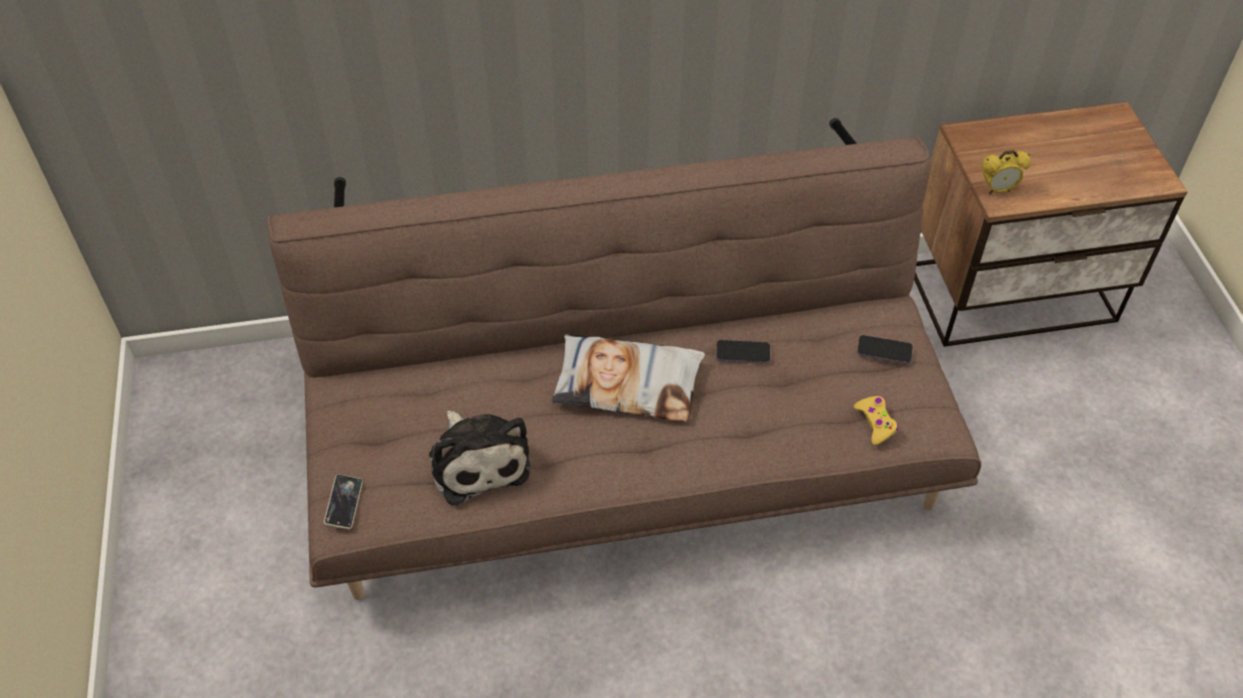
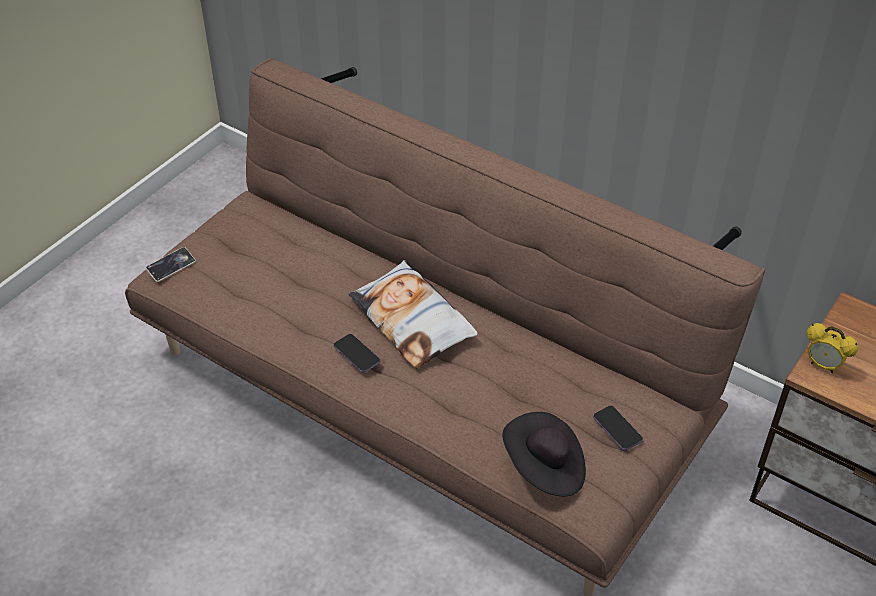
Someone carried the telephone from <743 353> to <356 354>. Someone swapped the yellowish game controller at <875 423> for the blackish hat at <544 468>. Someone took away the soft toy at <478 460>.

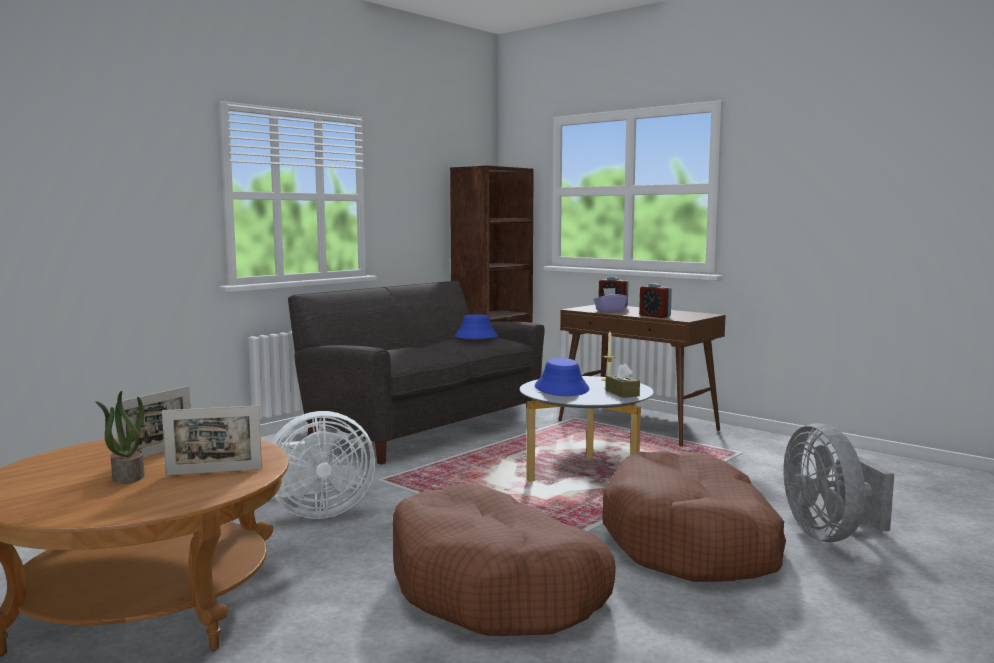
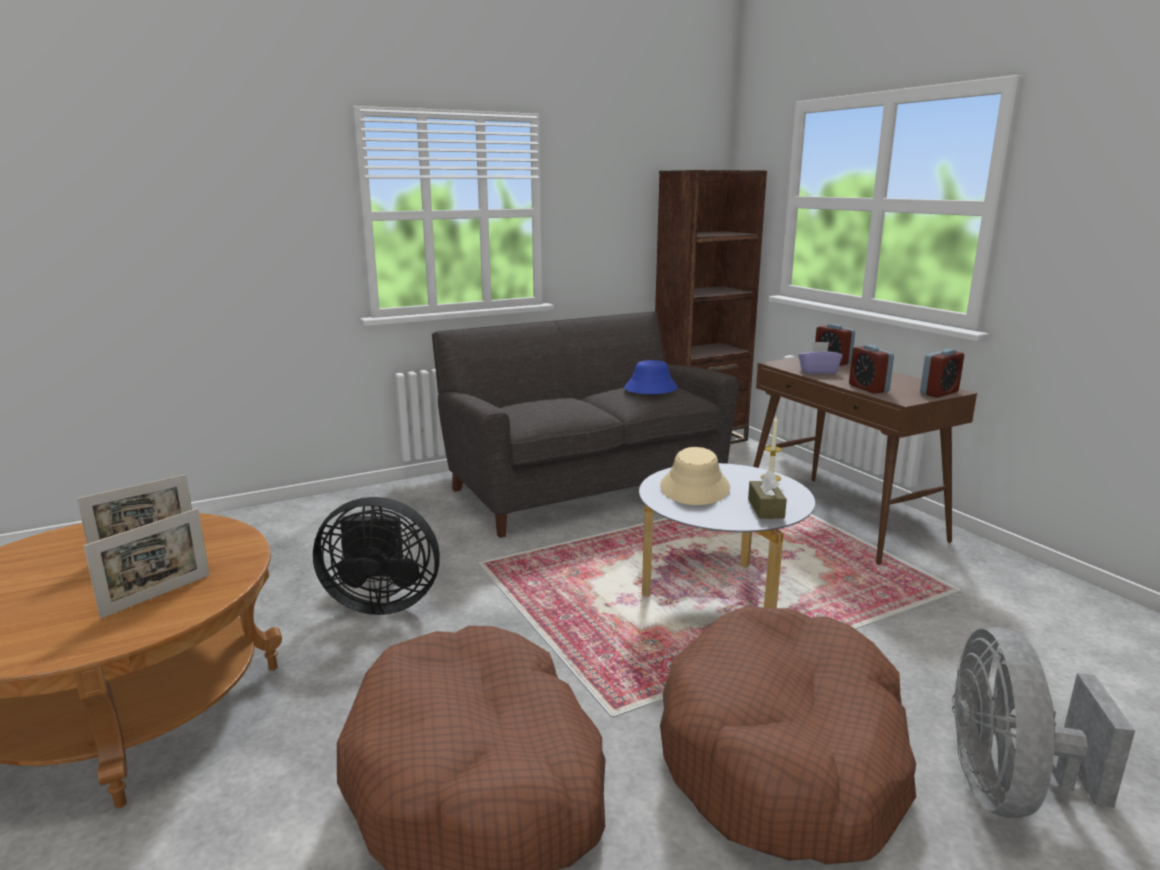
Someone repainted the blue-coloured hat at <562 388>, which became the beige hat at <695 488>. Someone took away the houseplant at <127 476>. Someone rotated the photo frame at <214 472> by 60 degrees counterclockwise. Someone repainted the whitish electric fan at <316 512>, which became the blackish electric fan at <381 602>. Someone put down the table clock at <939 393>.

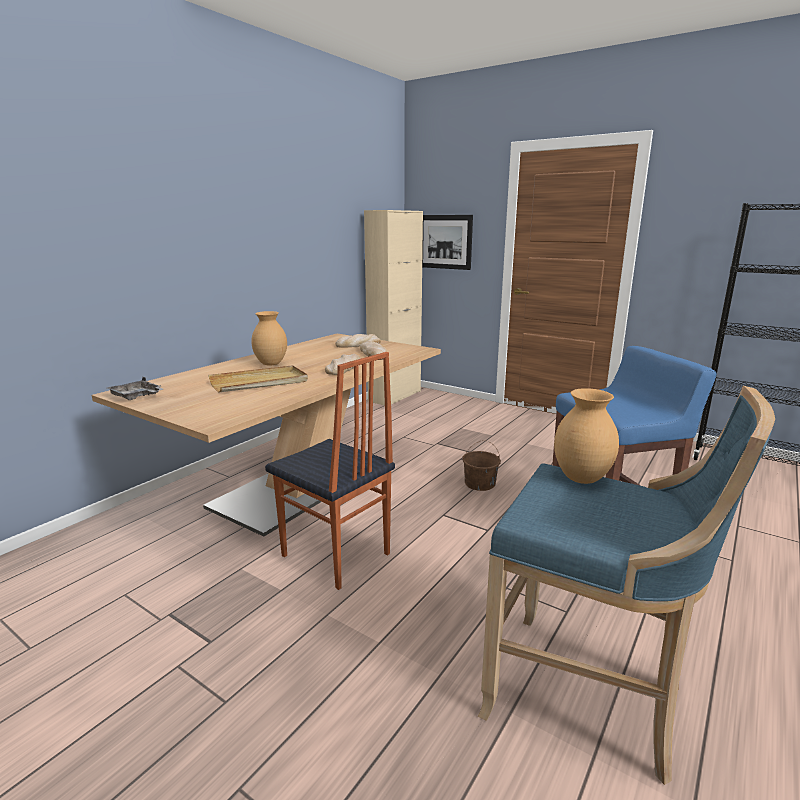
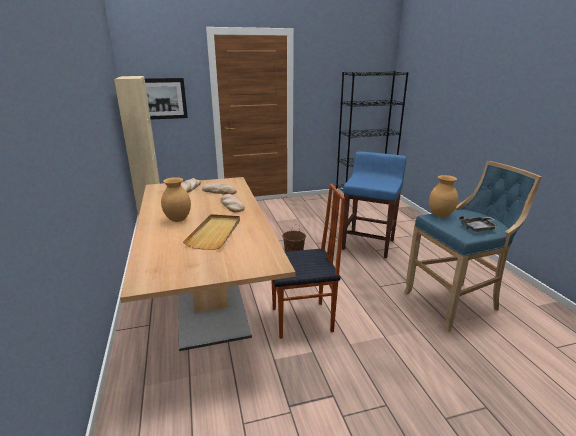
Someone carried the greyish carrying tray from <137 396> to <478 228>.

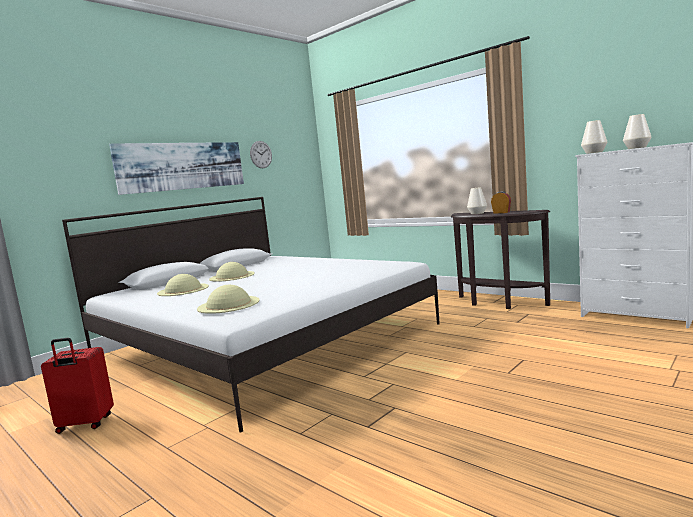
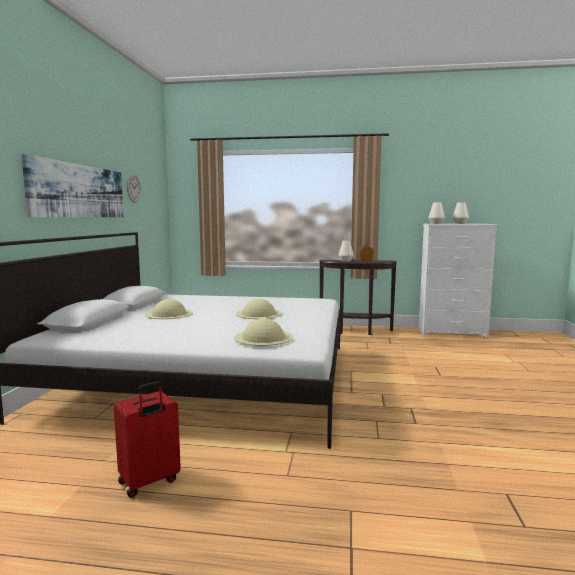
Someone carried the beige hat from <183 289> to <258 313>.

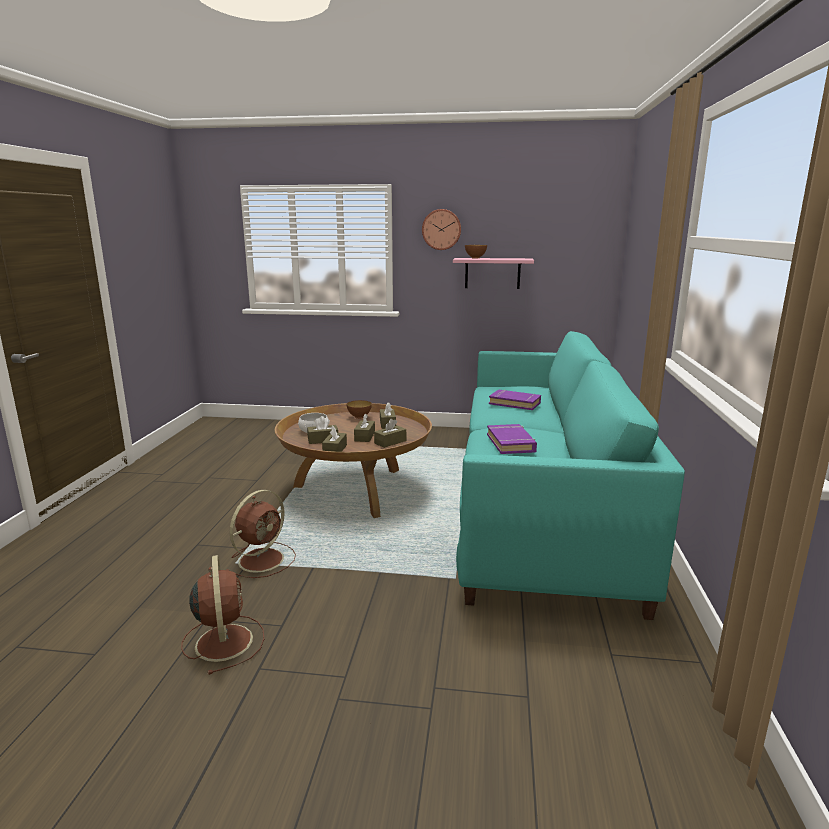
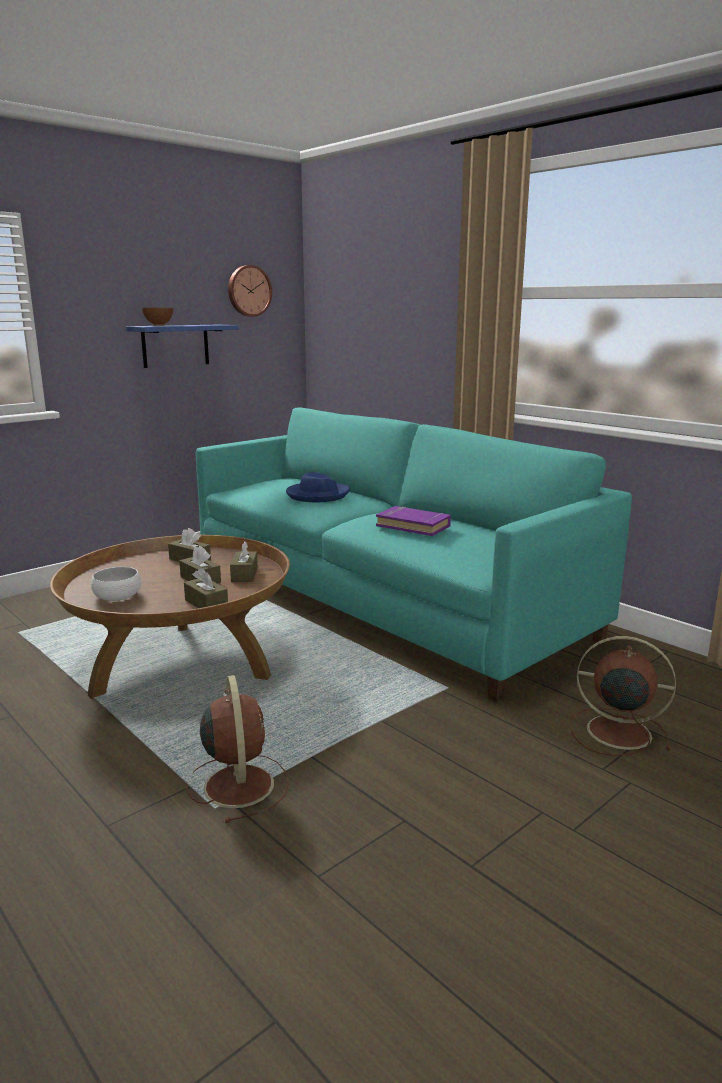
Someone carried the hanging clock from <441 229> to <248 291>. Someone repainted the pink wall shelf at <492 273>, which became the blue-coloured wall shelf at <175 345>. Someone swapped the purple volume at <515 403> for the blue-coloured hat at <317 495>. Someone took away the deep dish at <359 417>. Someone took away the brown box of tissues at <323 440>. Someone carried the brown electric fan from <224 641> to <615 731>.

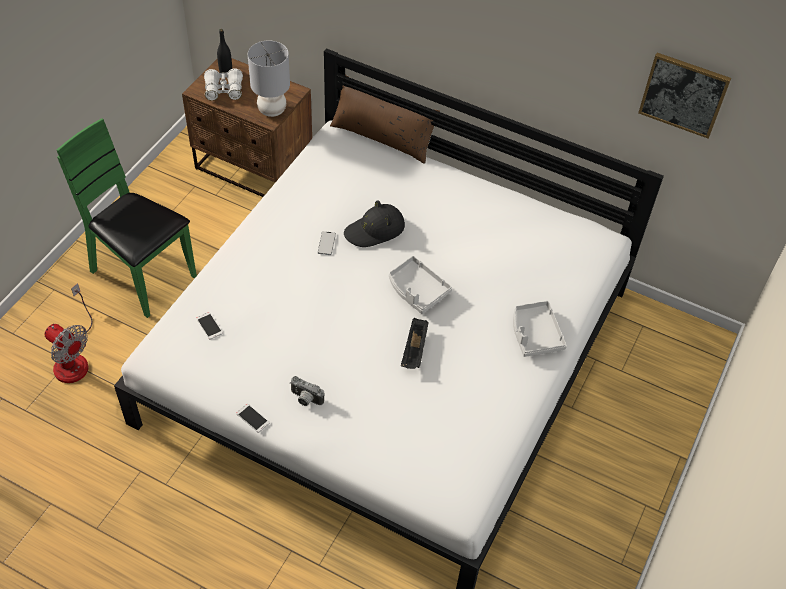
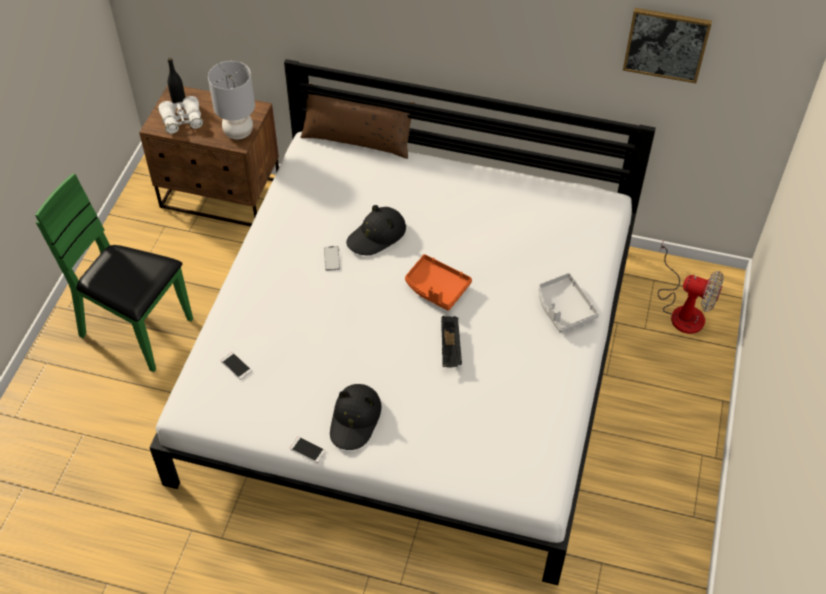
Someone repainted the greyish carrying tray at <417 290>, which became the orange-coloured carrying tray at <436 288>. Someone carried the electric fan from <73 357> to <682 310>. Someone swapped the still camera at <305 399> for the blackish hat at <355 420>.

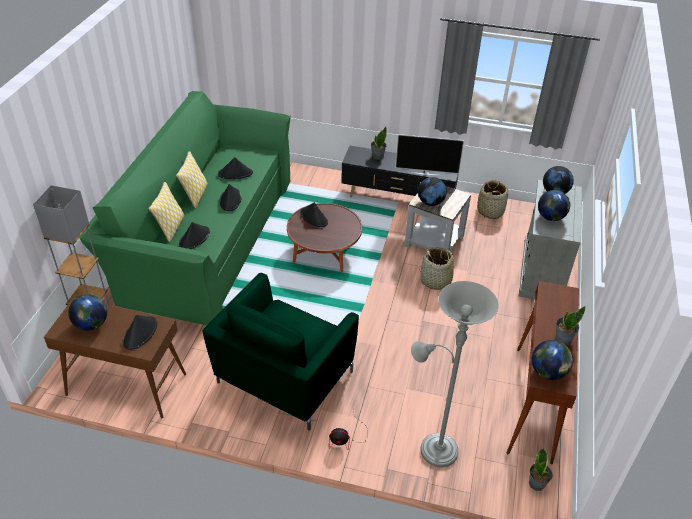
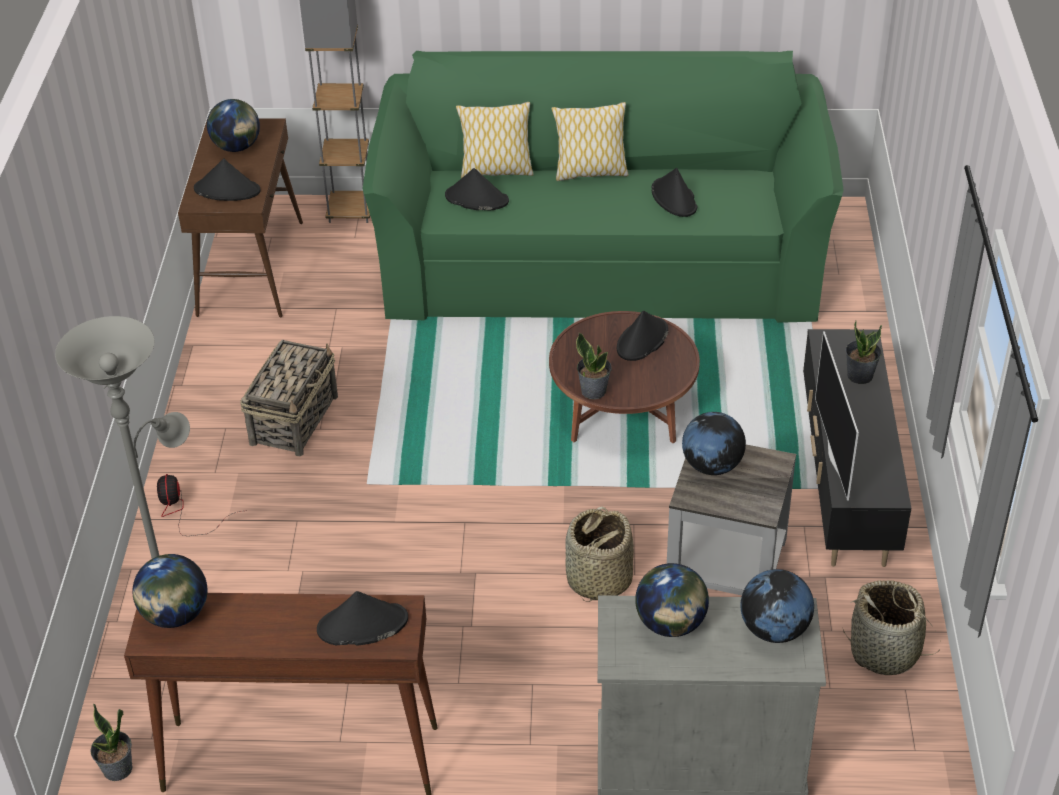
Someone carried the blackish hat from <230 200> to <362 625>. Someone swapped the greenish armchair at <283 378> for the household basket at <295 419>. Someone carried the houseplant from <563 339> to <593 390>.

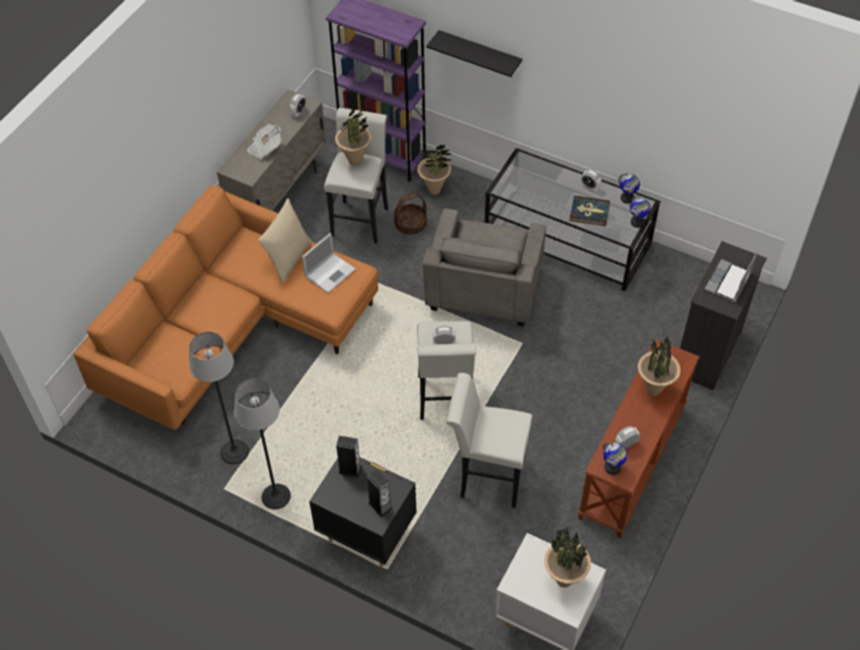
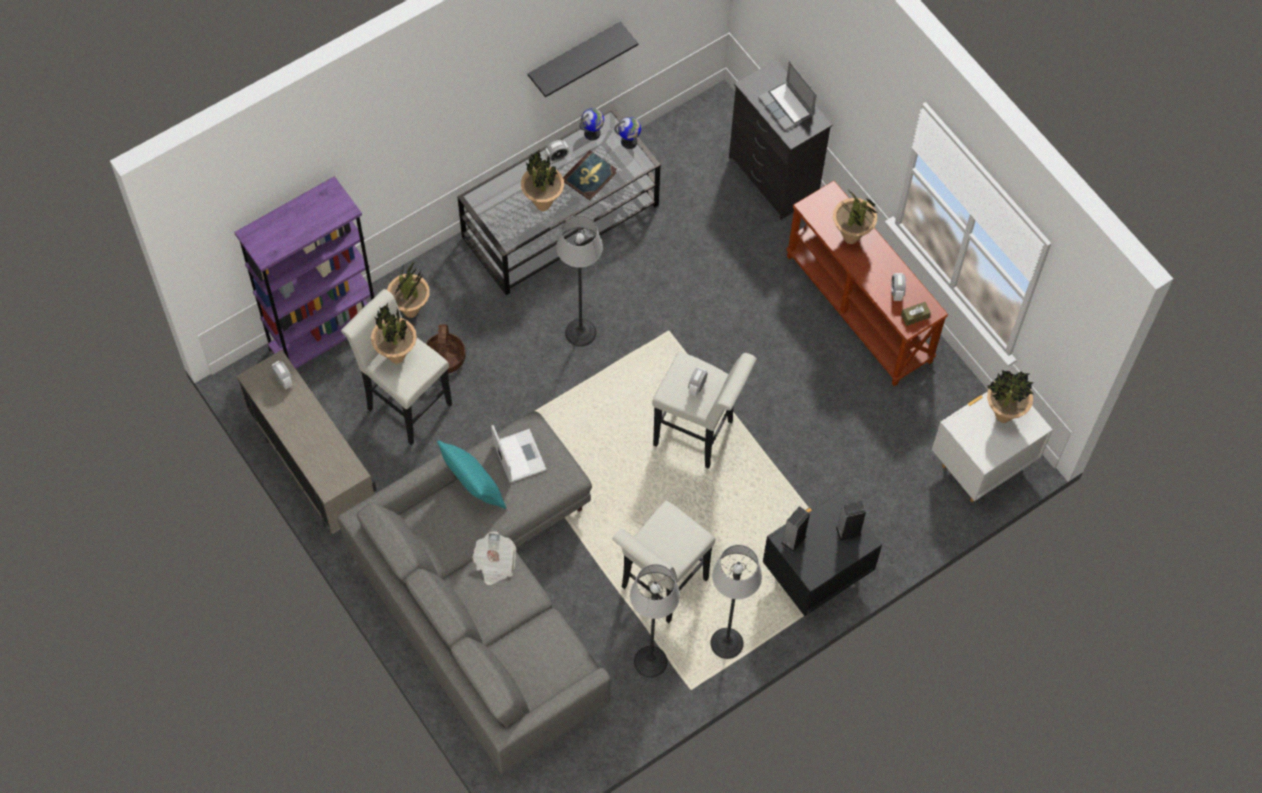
Someone carried the blackish wall shelf from <479 54> to <574 56>. Someone carried the daily paper from <265 148> to <494 563>. Someone repainted the orange-coloured sofa at <232 331>, which became the greyish sofa at <487 601>. Someone repainted the beige throw pillow at <288 259>, which became the blue-green throw pillow at <473 489>. Someone swapped the greyish armchair at <483 291> for the standard lamp at <580 332>. Someone carried the whitish sitting stool from <486 477> to <660 587>. Someone swapped the globe at <612 467> for the brown box of tissues at <915 316>. Someone put down the houseplant at <543 205>.

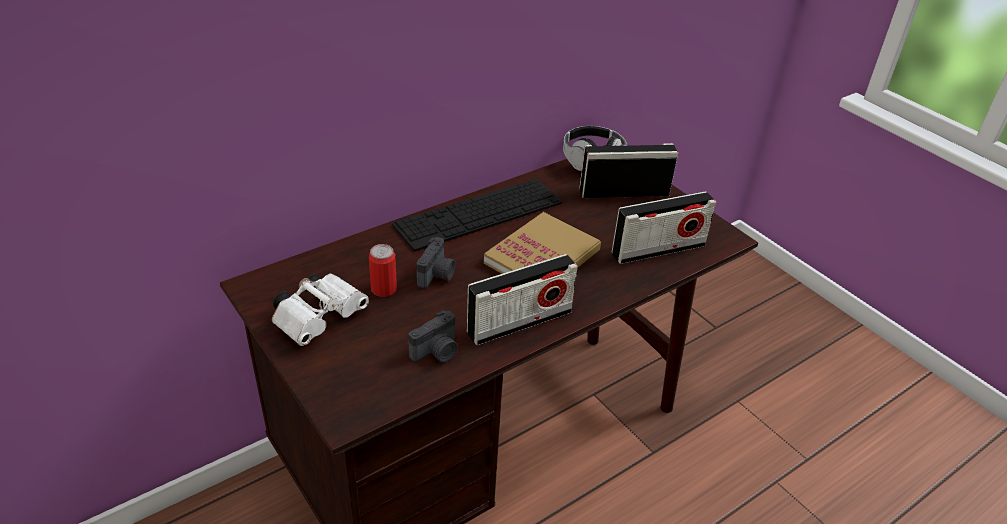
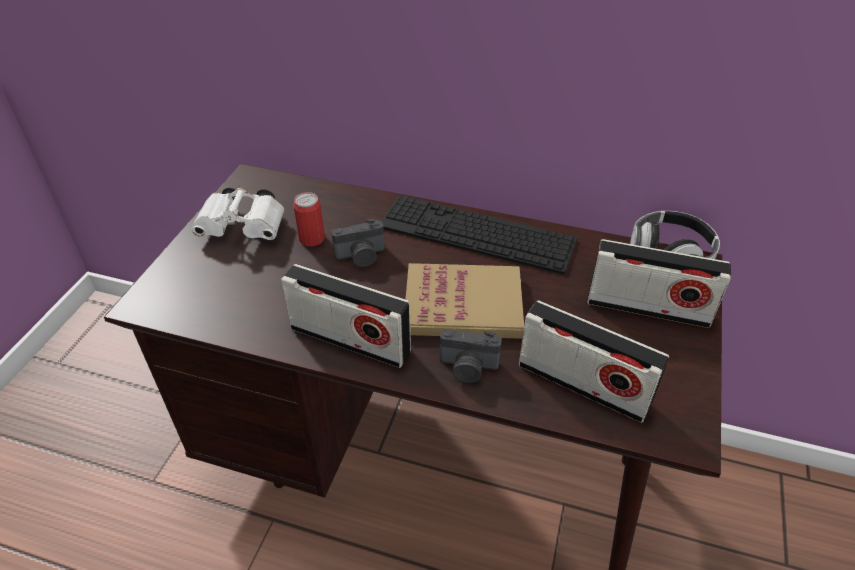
Someone rotated the radio at <624 192> by 150 degrees clockwise. Someone carried the still camera from <437 352> to <468 368>.

